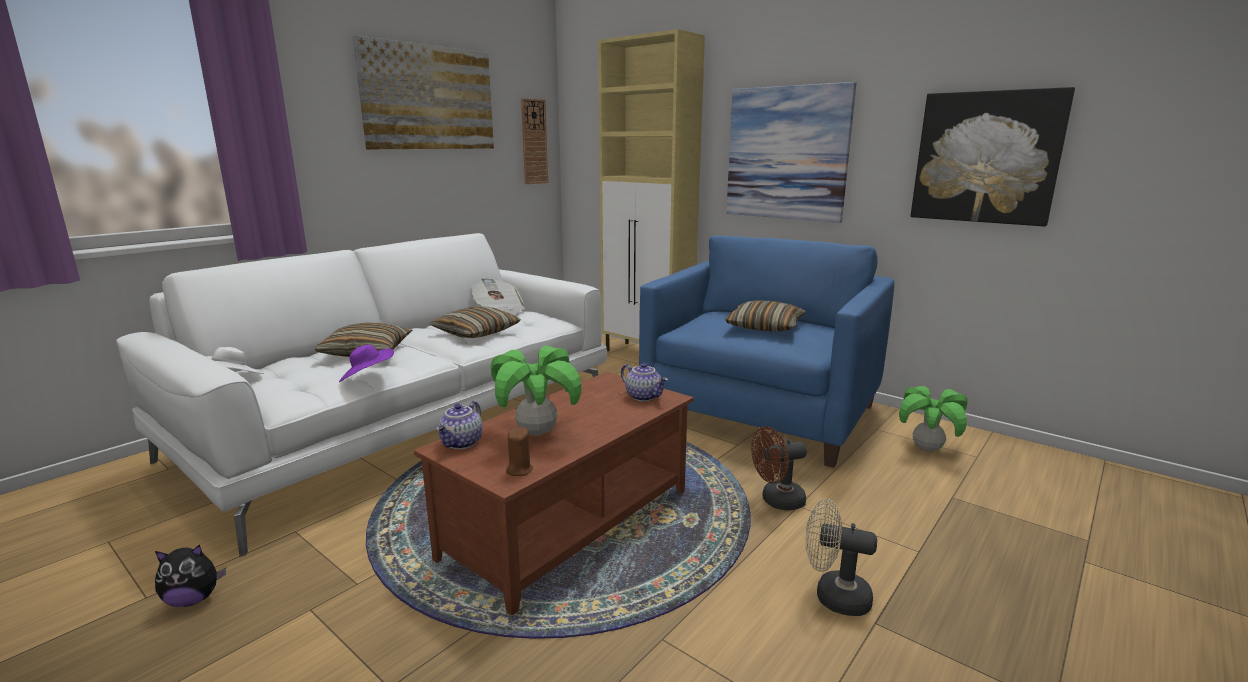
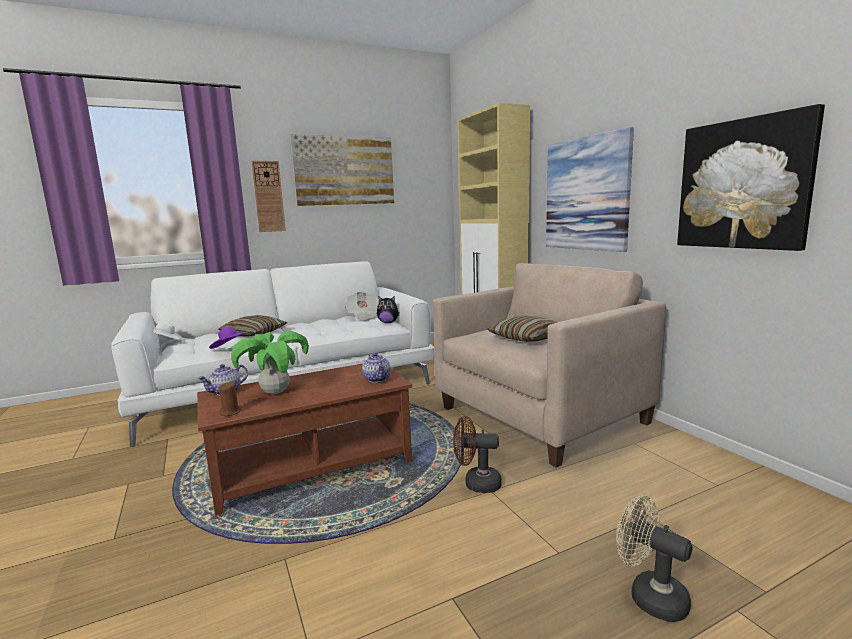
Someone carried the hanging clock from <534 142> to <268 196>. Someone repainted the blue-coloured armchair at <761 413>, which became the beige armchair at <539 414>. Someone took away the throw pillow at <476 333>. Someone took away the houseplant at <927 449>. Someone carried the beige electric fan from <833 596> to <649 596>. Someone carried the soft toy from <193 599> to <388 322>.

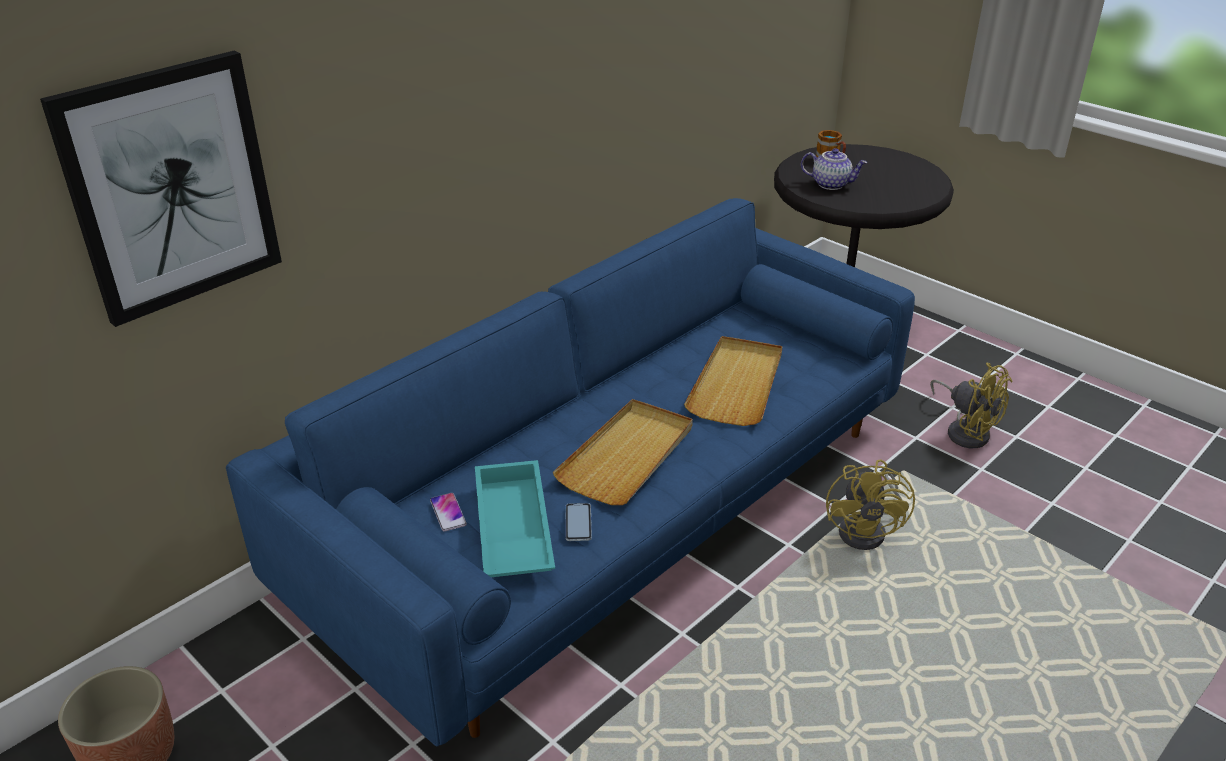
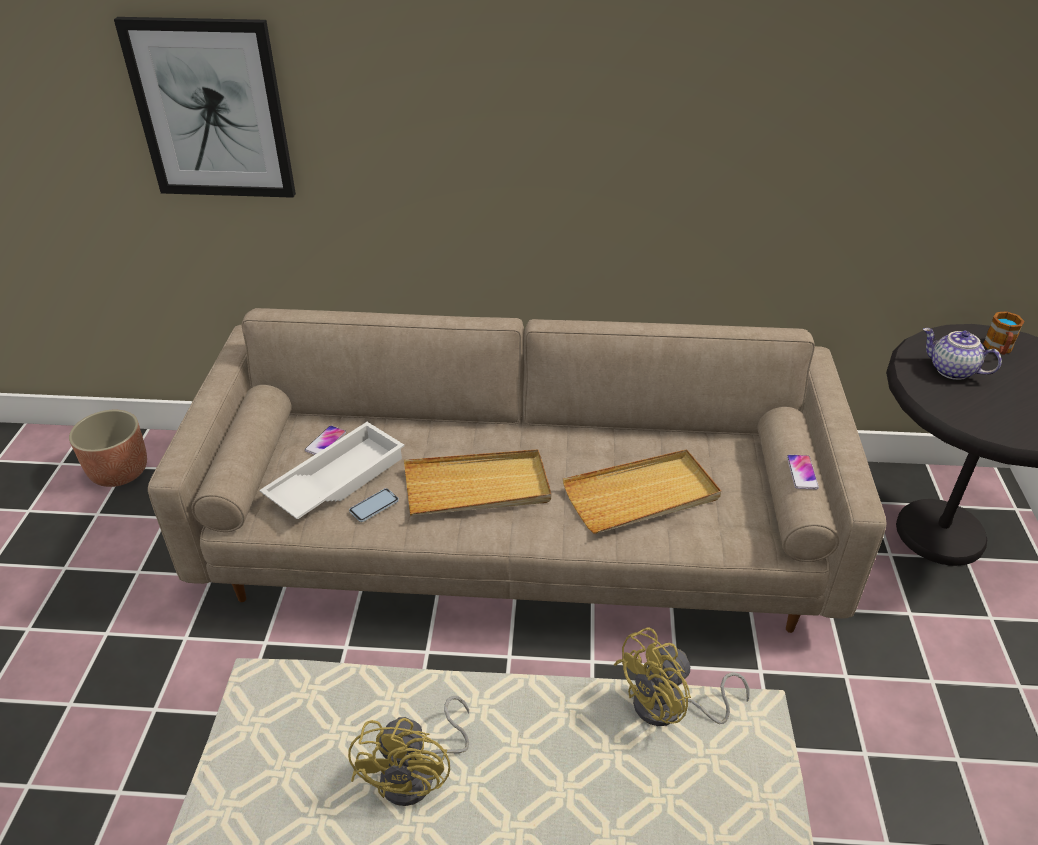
Someone rotated the pot for tea at <831 184> by 150 degrees clockwise. Someone repainted the blue-coloured sofa at <612 508>, which became the beige sofa at <519 534>. Someone carried the yellowish electric fan from <965 431> to <418 775>. Someone repainted the blue-green carrying tray at <511 529>, which became the whitish carrying tray at <336 479>. Someone put down the telephone at <802 472>.

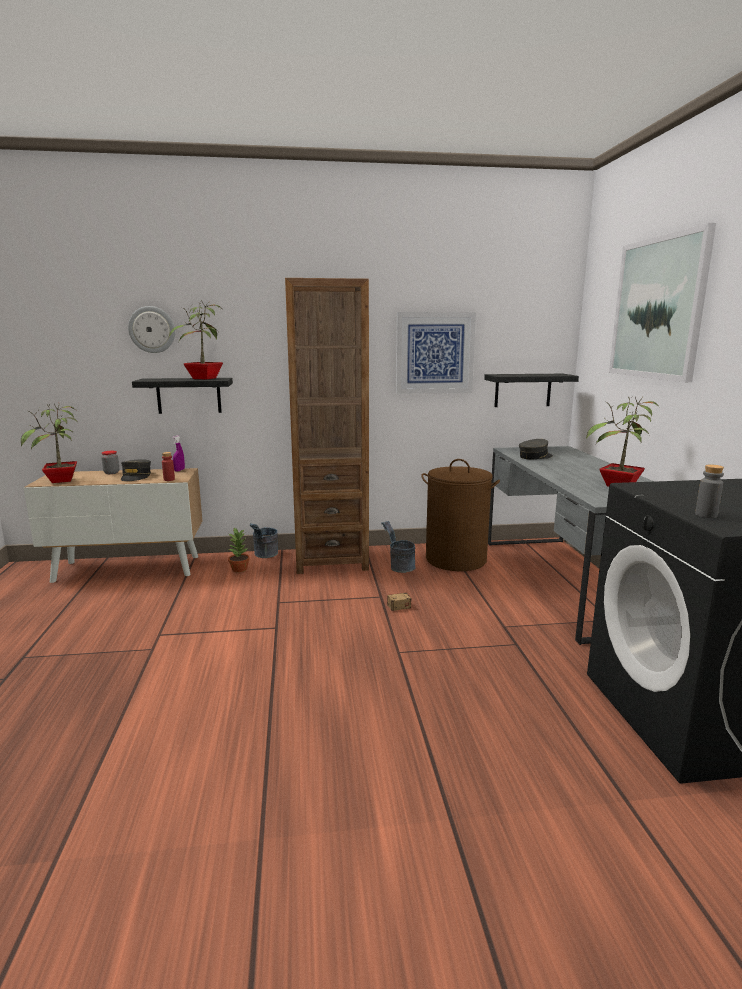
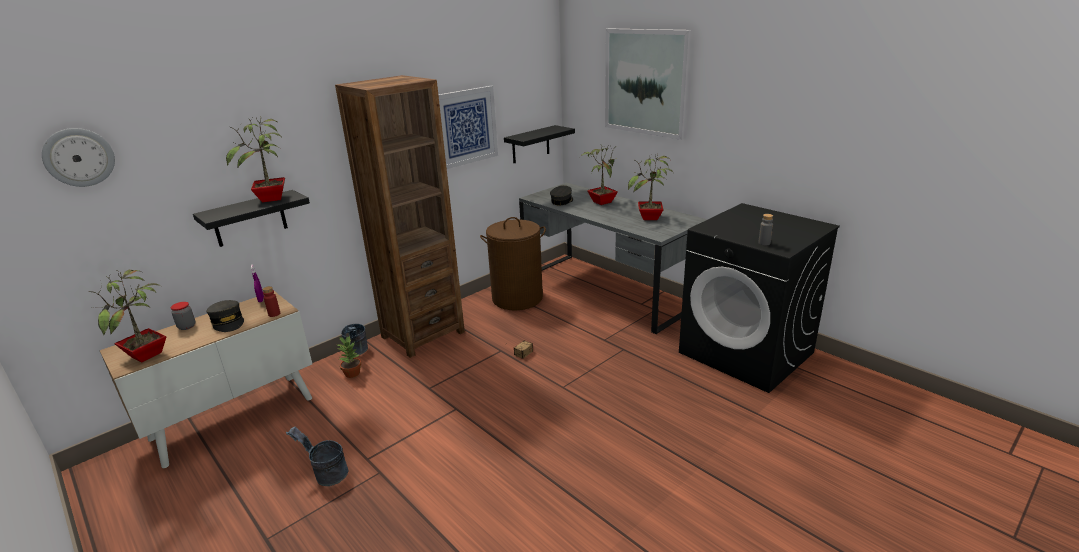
Someone carried the hanging clock from <152 329> to <79 157>. Someone carried the greyish bucket from <399 567> to <326 474>. Someone put down the houseplant at <601 202>.

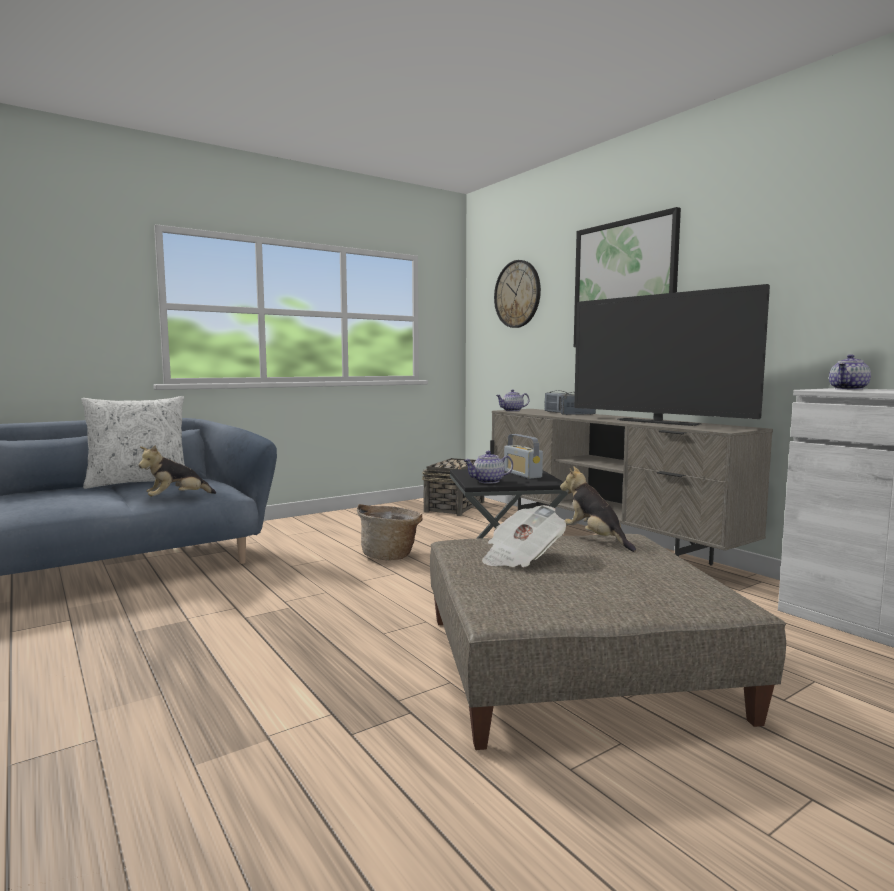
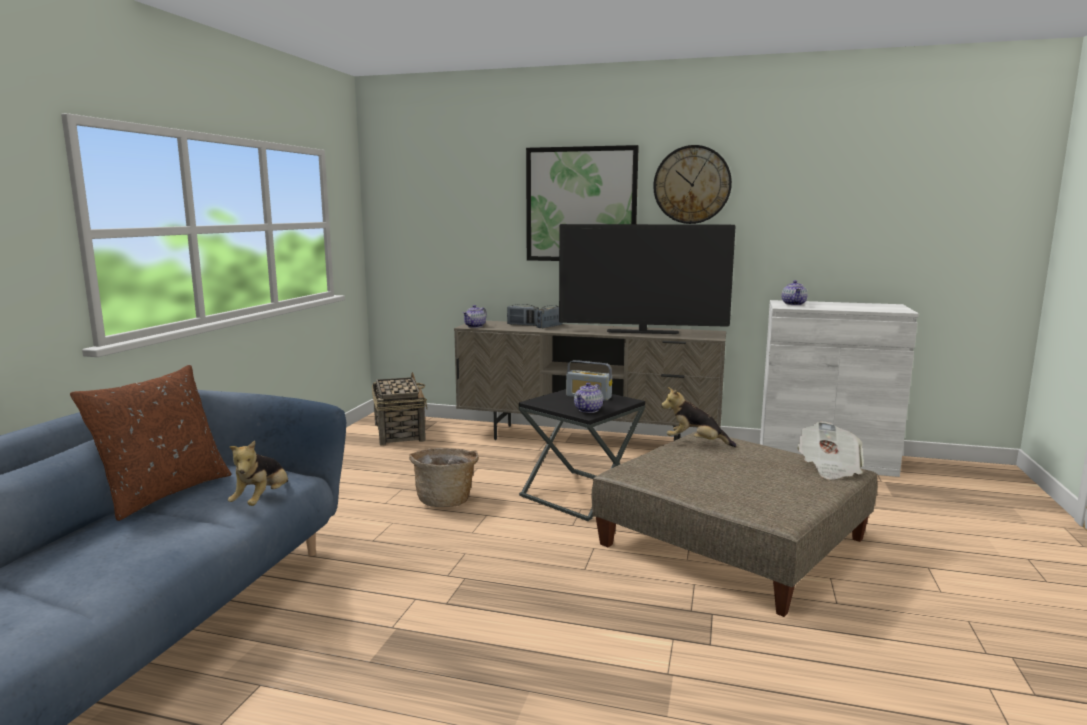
Someone carried the hanging clock from <517 294> to <692 185>. Someone repainted the whitish throw pillow at <138 482>, which became the brown throw pillow at <163 493>. Someone carried the daily paper from <521 558> to <829 468>.

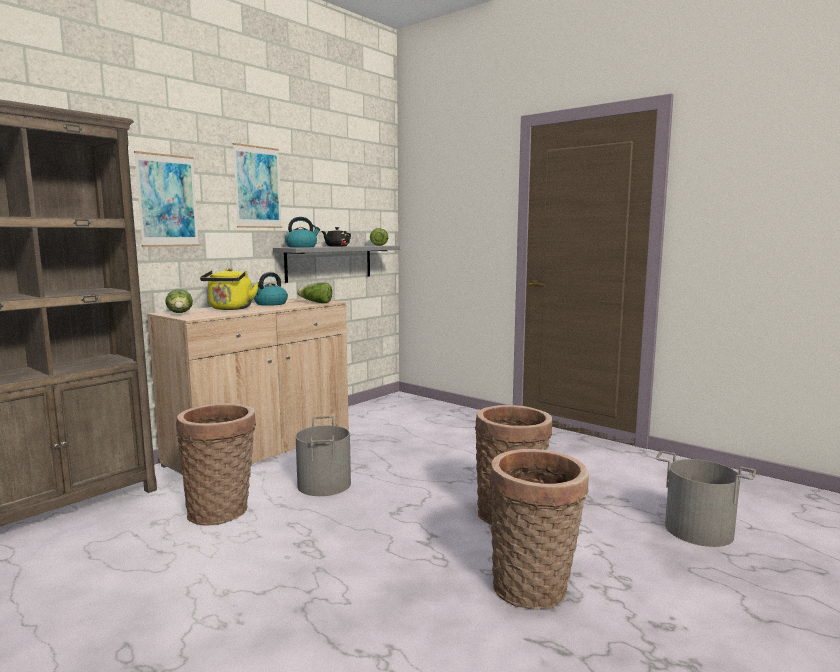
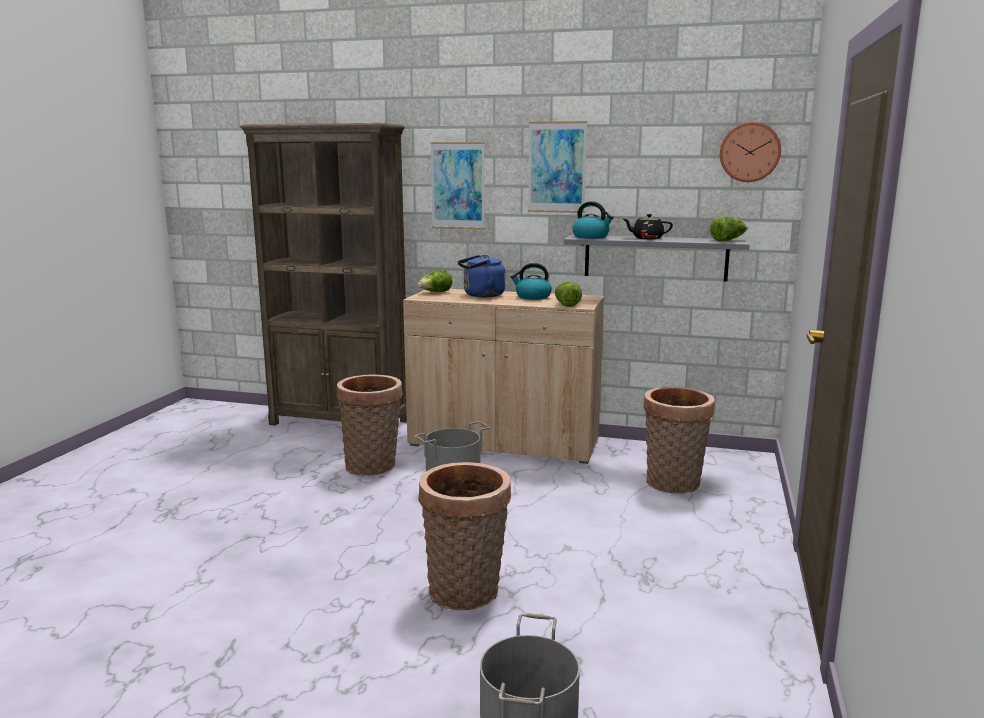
Someone repainted the yellowish tea kettle at <230 309>, which became the blue-coloured tea kettle at <481 295>. Someone carried the household basket from <534 589> to <673 485>. Someone put up the hanging clock at <749 152>.

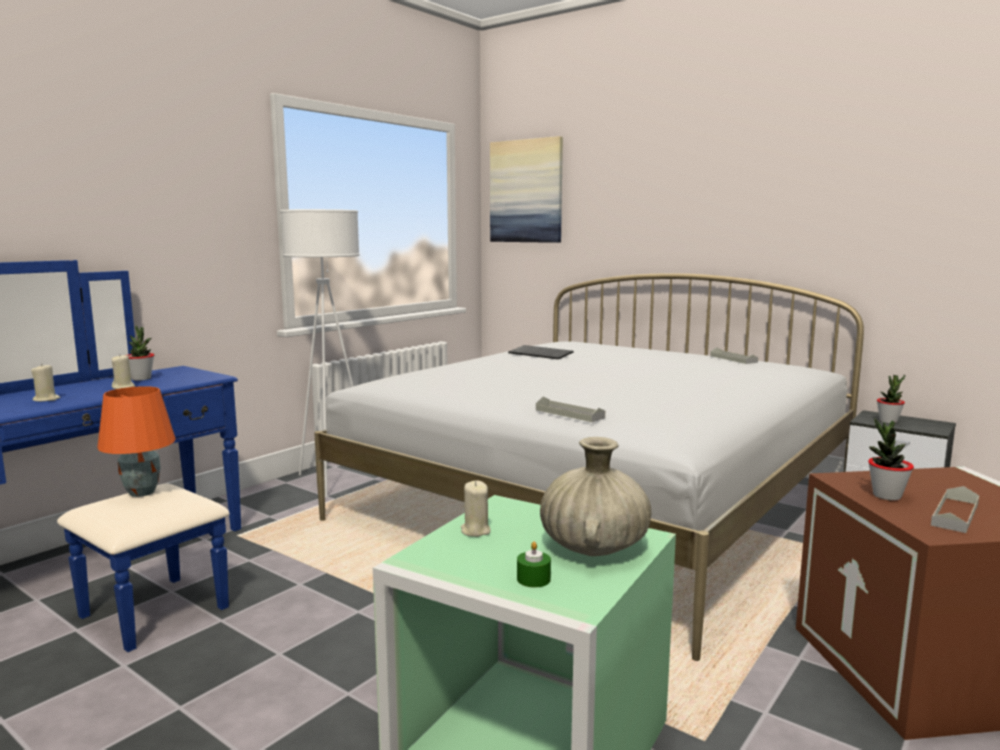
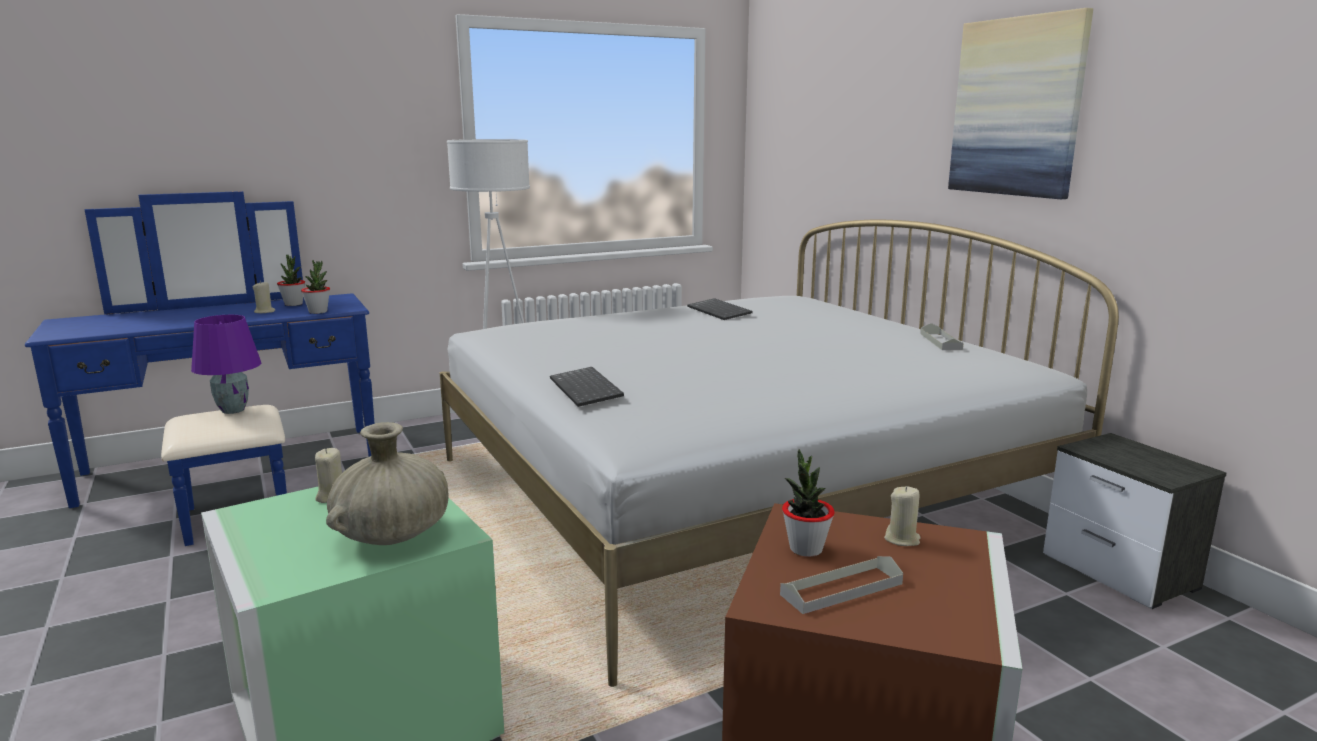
Someone carried the wall picture from <526 191> to <1017 107>. Someone carried the beige wax candle from <46 399> to <902 539>. Someone carried the houseplant from <888 421> to <318 312>. Someone repainted the orange-coloured tabletop lamp at <142 493>, which became the purple tabletop lamp at <233 410>. Someone swapped the greyish carrying tray at <569 414> for the PC keyboard at <587 389>. Someone took away the greenish wax candle at <533 579>.

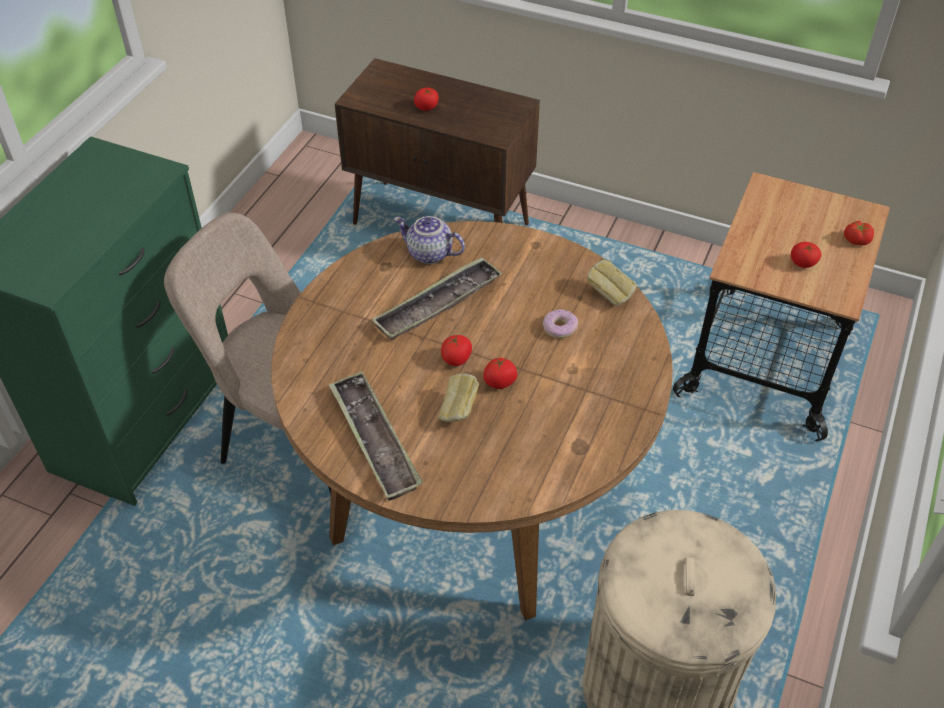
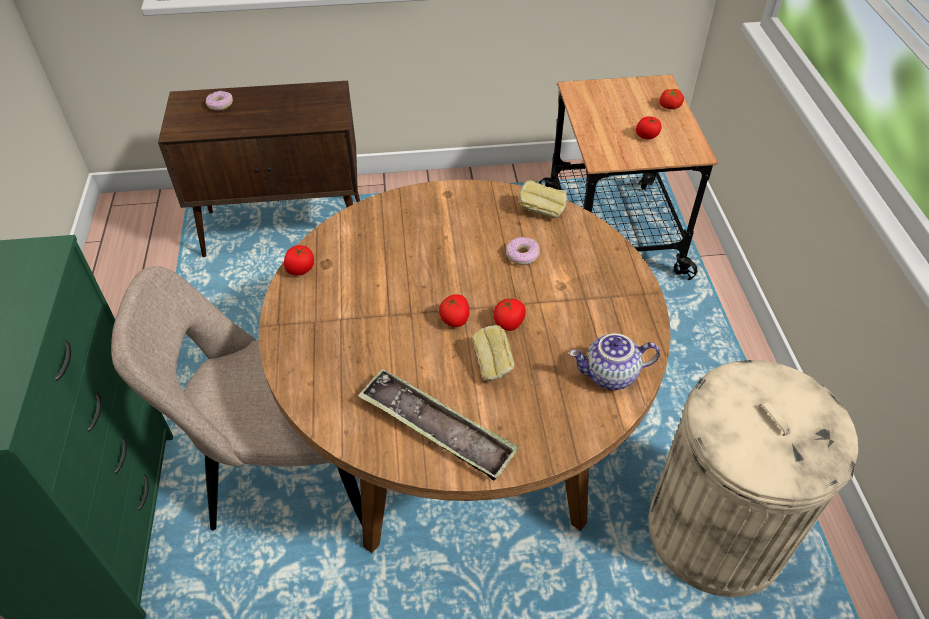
Someone carried the fresh tomato from <426 107> to <300 269>. Someone carried the pot for tea from <428 254> to <610 376>. Someone took away the carrying tray at <438 304>. Someone put down the doughnut at <220 104>.

